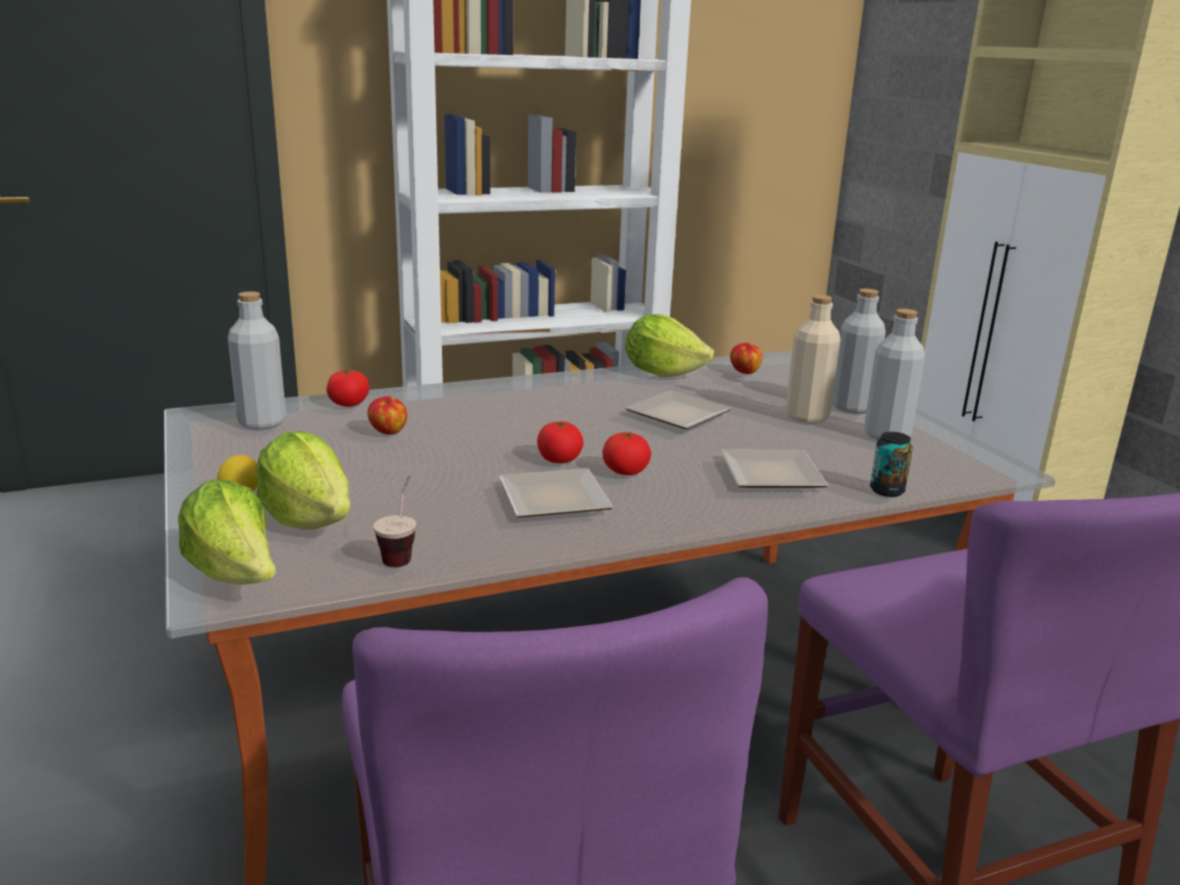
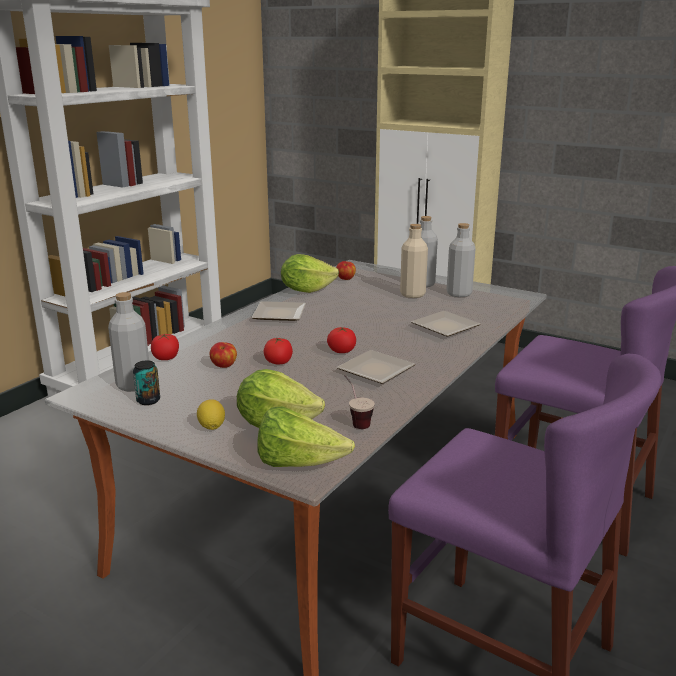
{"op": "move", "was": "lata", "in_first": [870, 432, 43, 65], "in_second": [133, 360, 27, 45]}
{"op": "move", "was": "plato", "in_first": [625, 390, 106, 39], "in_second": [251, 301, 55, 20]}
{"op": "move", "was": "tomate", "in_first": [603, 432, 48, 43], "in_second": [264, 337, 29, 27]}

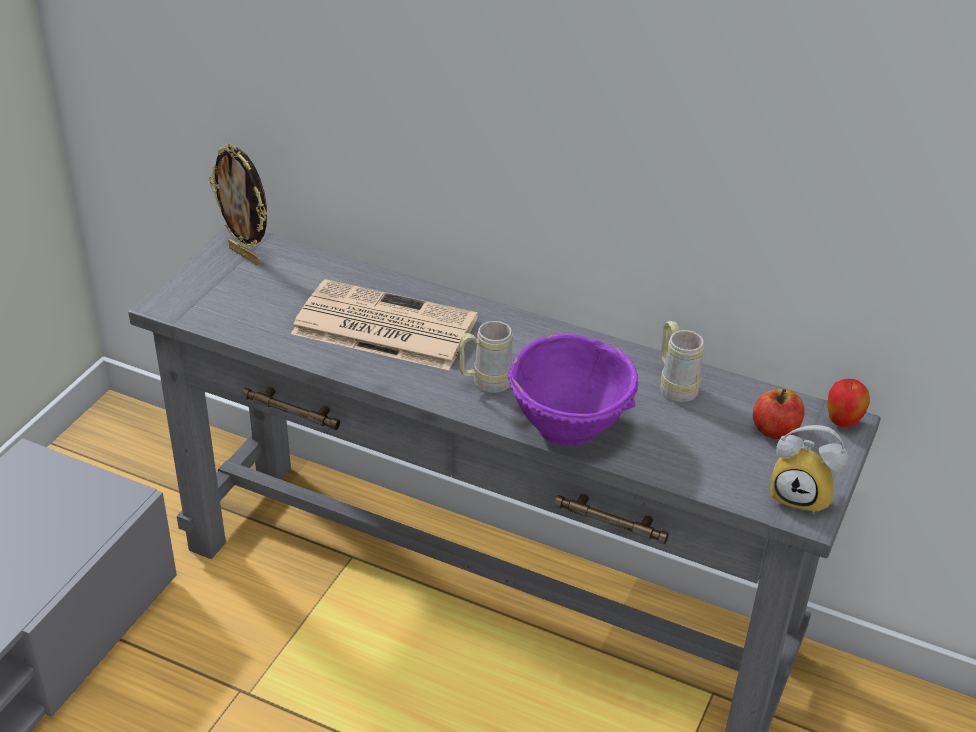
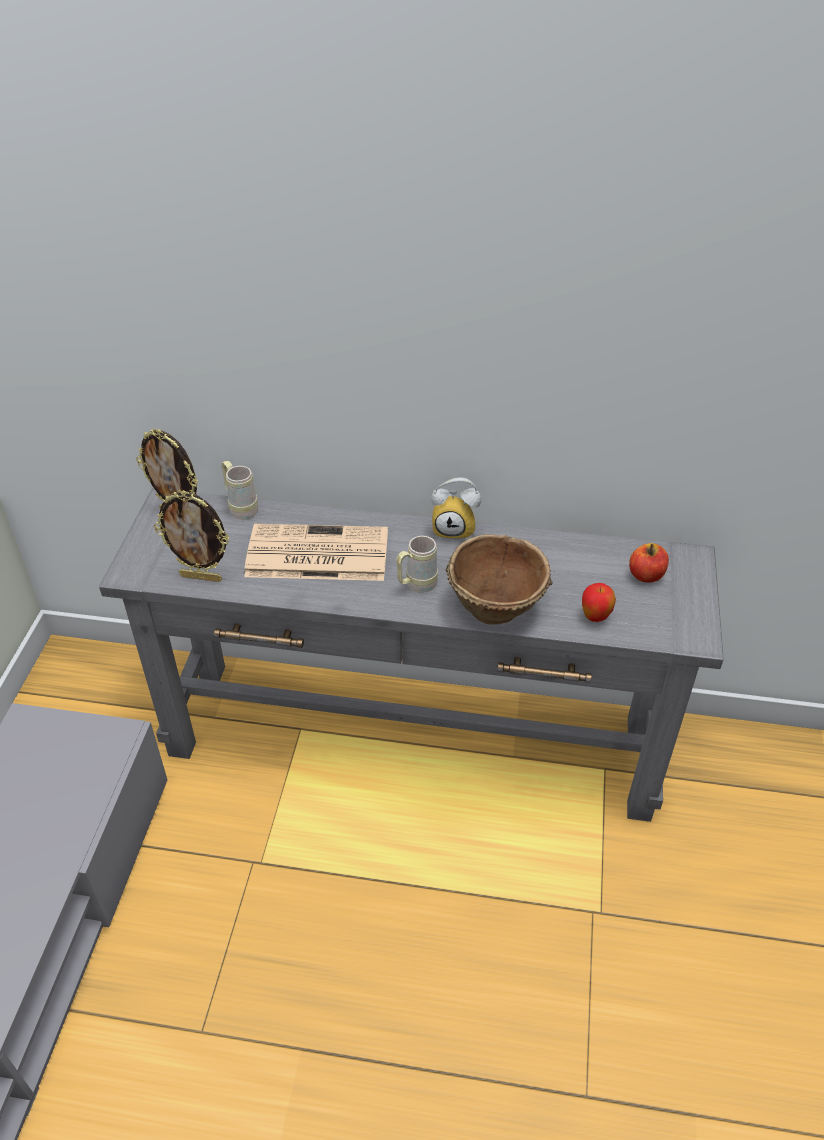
{"op": "insert", "now": "portarretratos", "in_second": [154, 490, 75, 92]}
{"op": "move", "was": "taza grande/beis", "in_first": [660, 321, 44, 81], "in_second": [222, 461, 36, 59]}
{"op": "move", "was": "despertador", "in_first": [770, 425, 79, 90], "in_second": [431, 478, 50, 63]}
{"op": "recolor", "was": "cuenco/morado", "now": "cuenco/marrón", "in_first": [508, 334, 131, 112], "in_second": [446, 534, 107, 91]}
{"op": "move", "was": "manzana", "in_first": [827, 379, 43, 48], "in_second": [582, 583, 34, 39]}

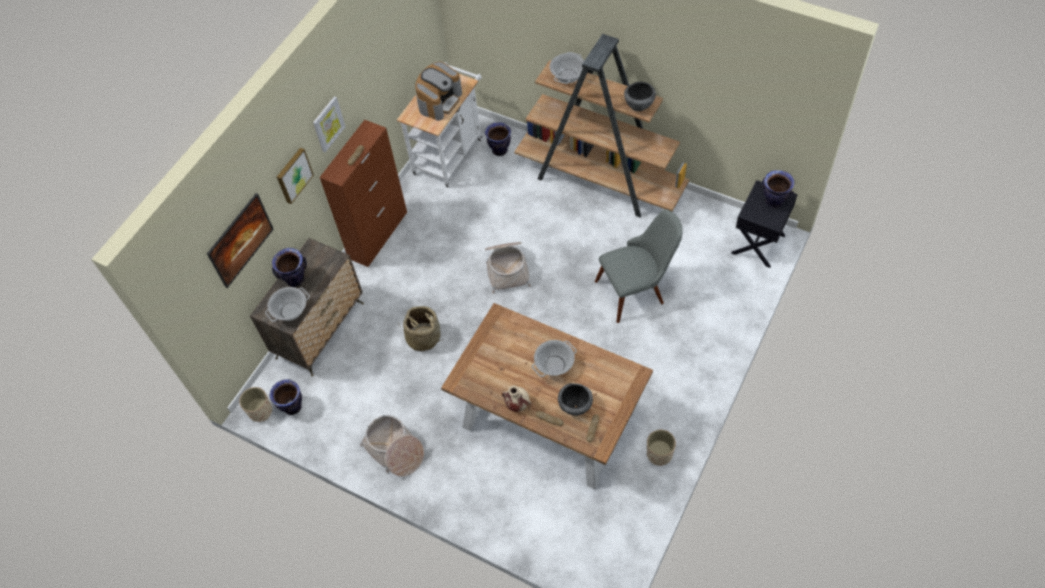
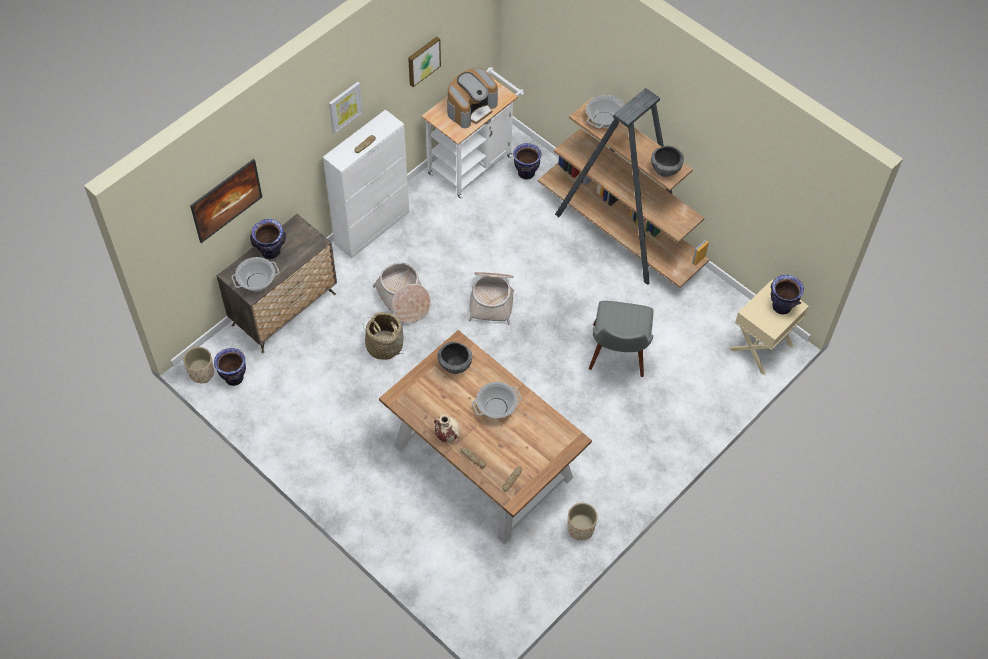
{"op": "recolor", "was": "armario/marrón", "now": "armario/blanco", "in_first": [320, 120, 87, 147], "in_second": [323, 109, 86, 149]}
{"op": "move", "was": "cesta", "in_first": [360, 415, 64, 62], "in_second": [373, 263, 58, 60]}
{"op": "move", "was": "cuadro", "in_first": [277, 148, 37, 56], "in_second": [408, 37, 33, 50]}
{"op": "move", "was": "cuenco", "in_first": [558, 383, 35, 33], "in_second": [438, 342, 34, 32]}
{"op": "rotate", "was": "silla/gris", "in_first": [595, 209, 88, 114], "in_second": [589, 301, 65, 76], "clockwise": 105}
{"op": "recolor", "was": "mesita de noche/negro", "now": "mesita de noche/beis", "in_first": [731, 180, 67, 88], "in_second": [729, 280, 80, 95]}

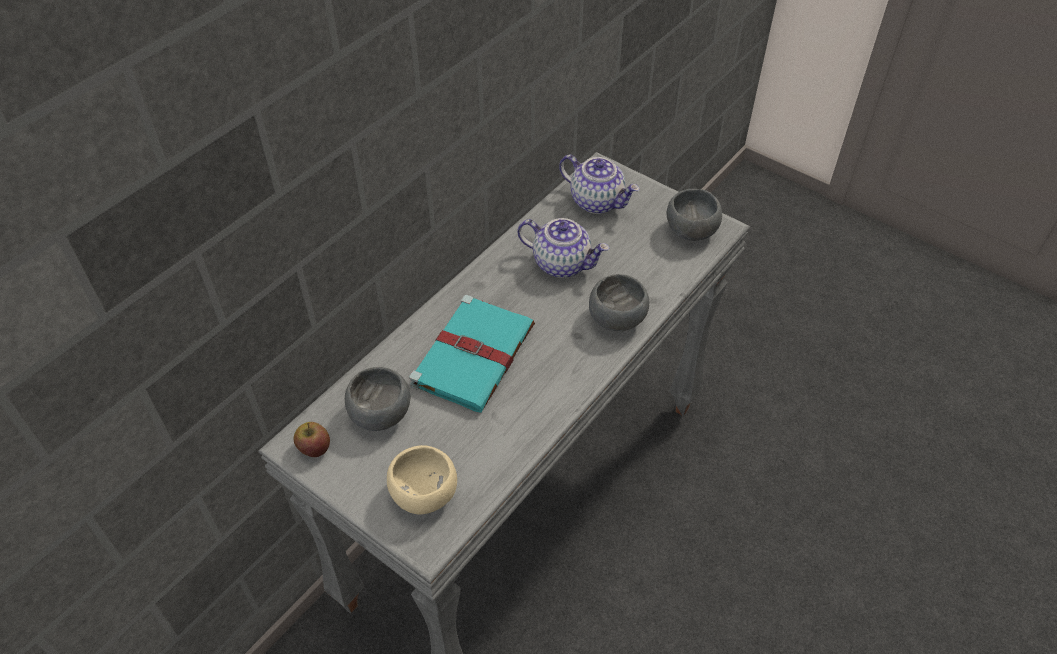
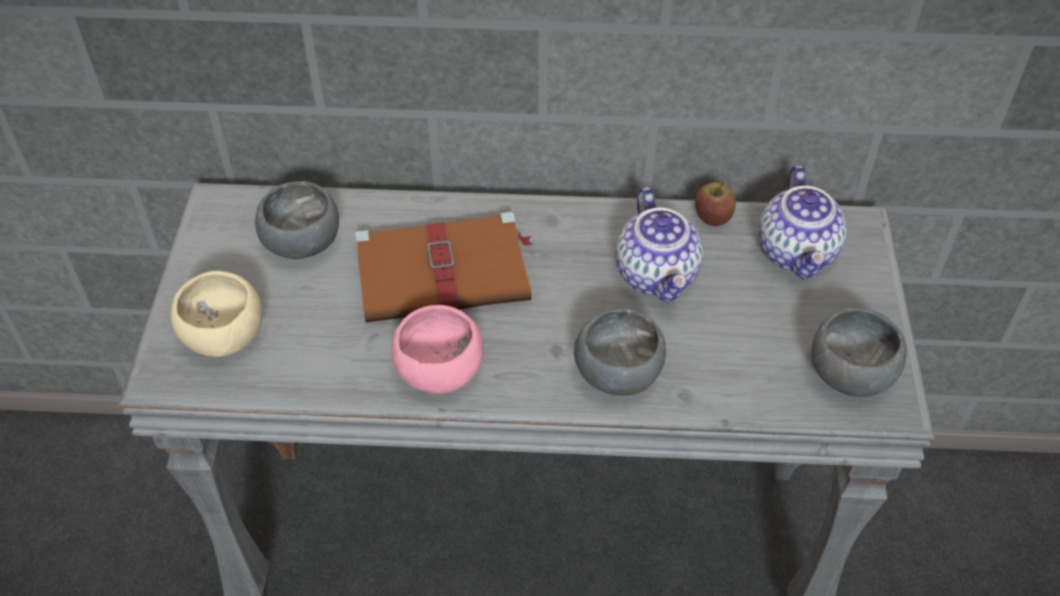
{"op": "recolor", "was": "libro/turquesa", "now": "libro/marrón", "in_first": [409, 295, 126, 118], "in_second": [355, 212, 178, 111]}
{"op": "insert", "now": "cuenco/rosa", "in_second": [392, 305, 91, 89]}
{"op": "move", "was": "manzana", "in_first": [294, 422, 36, 35], "in_second": [695, 182, 41, 44]}

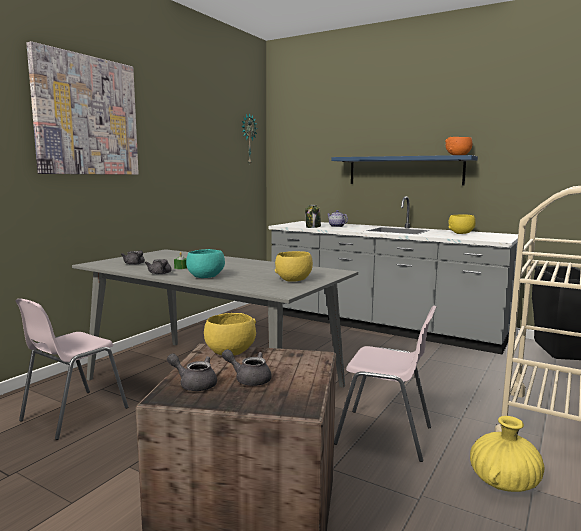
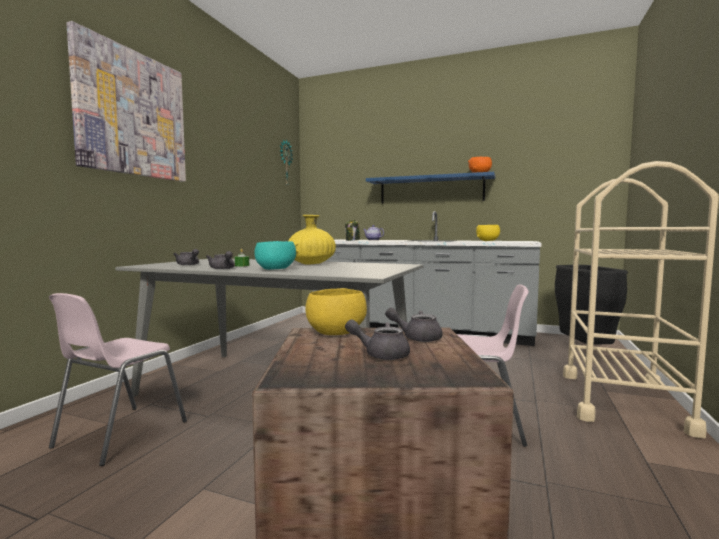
{"op": "move", "was": "florero/amarillo", "in_first": [470, 416, 75, 76], "in_second": [288, 215, 48, 49]}
{"op": "move", "was": "tetera/gris", "in_first": [167, 353, 50, 38], "in_second": [385, 308, 58, 34]}
{"op": "delete", "was": "cuenco/amarillo", "in_first": [275, 251, 38, 31]}

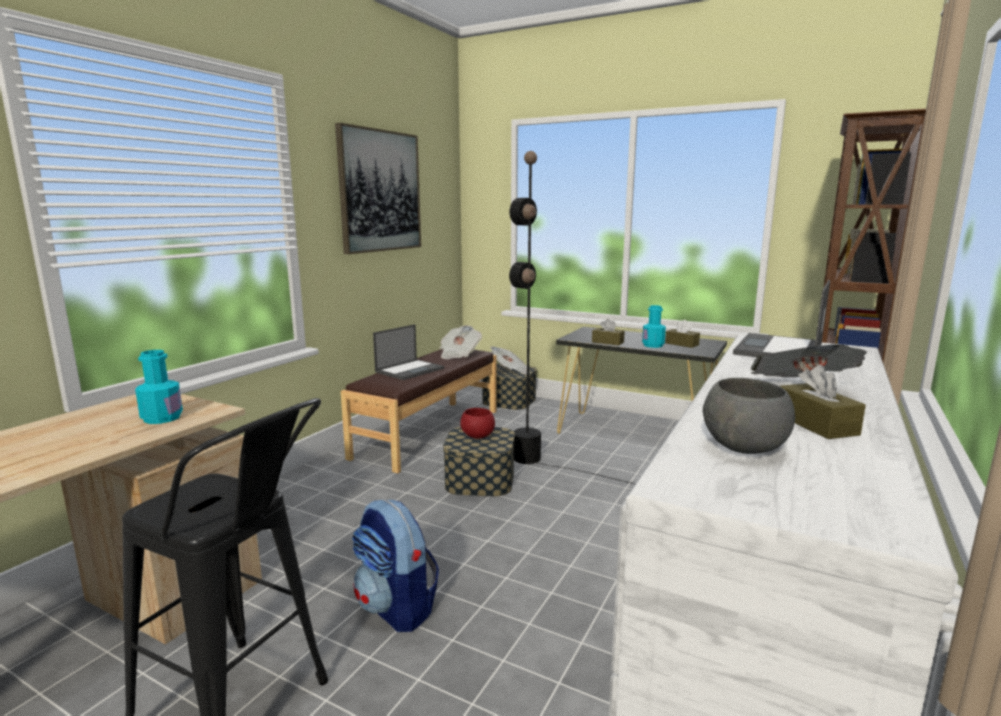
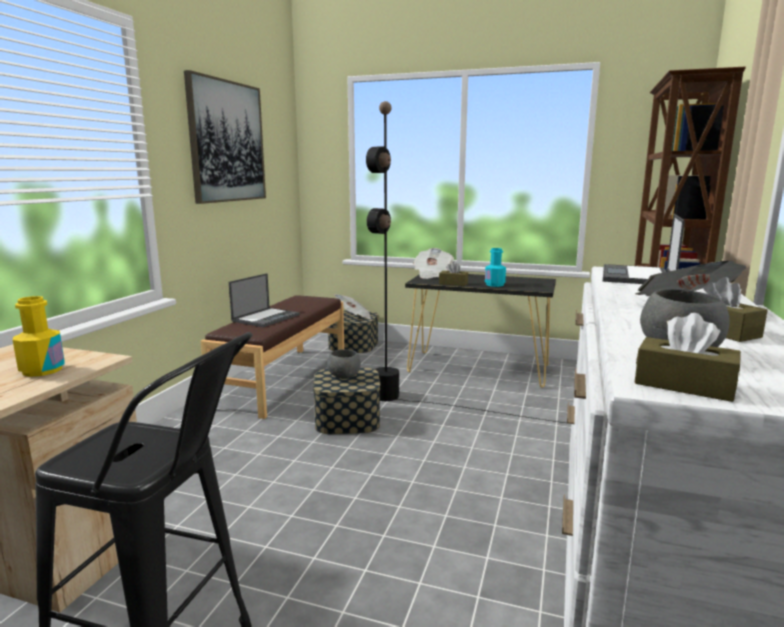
{"op": "recolor", "was": "botella/turquesa", "now": "botella/amarillo", "in_first": [135, 350, 48, 74], "in_second": [13, 296, 52, 81]}
{"op": "recolor", "was": "cuenco/rojo", "now": "cuenco/gris", "in_first": [460, 408, 35, 31], "in_second": [327, 350, 34, 29]}
{"op": "move", "was": "periódico", "in_first": [440, 325, 42, 34], "in_second": [413, 248, 41, 31]}
{"op": "move", "was": "caja de pañuelos/marrón", "in_first": [665, 320, 35, 28], "in_second": [634, 313, 107, 89]}
{"op": "delete", "was": "mochila", "in_first": [352, 499, 87, 133]}

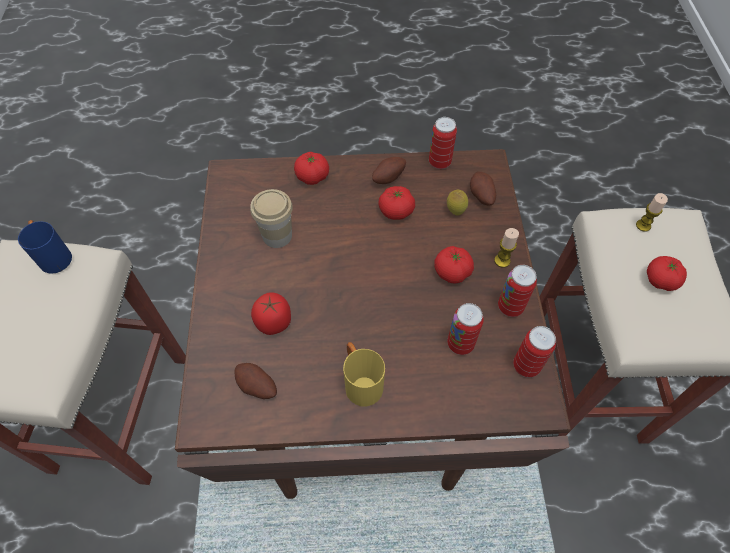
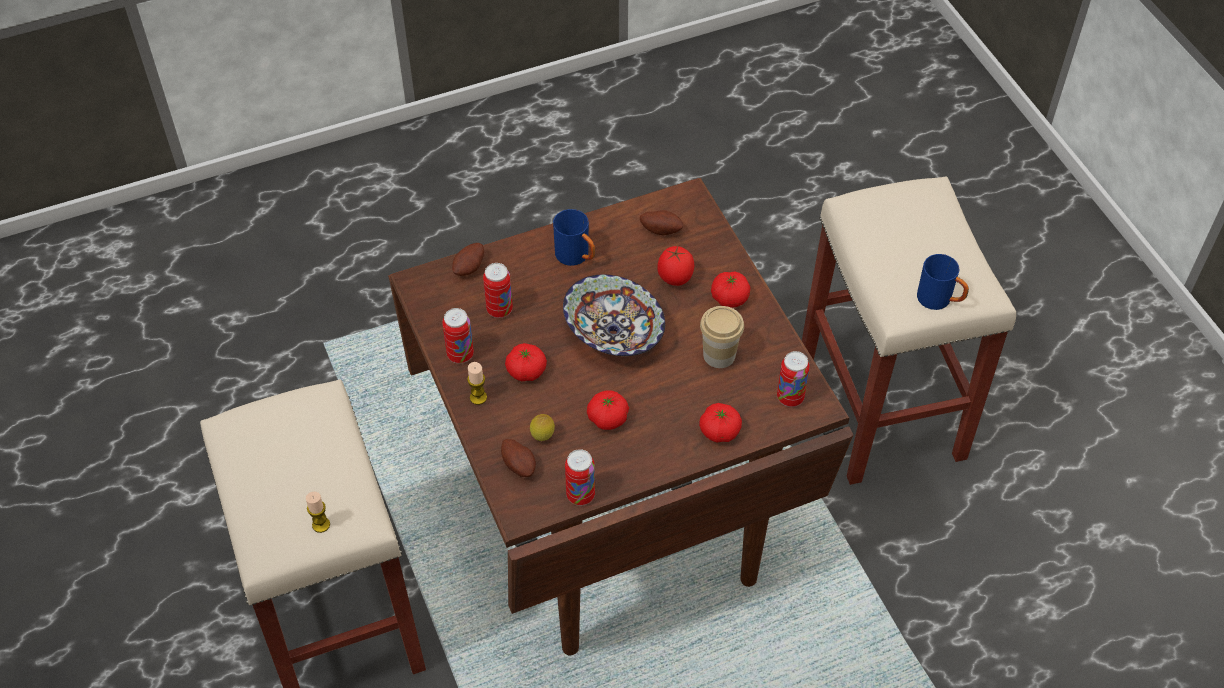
{"op": "move", "was": "patata", "in_first": [372, 157, 34, 27], "in_second": [452, 243, 32, 33]}
{"op": "recolor", "was": "taza grande/amarillo", "now": "taza grande/azul", "in_first": [343, 342, 42, 64], "in_second": [553, 209, 42, 57]}
{"op": "insert", "now": "cuenco", "in_second": [563, 275, 102, 81]}
{"op": "move", "was": "tomate", "in_first": [647, 256, 40, 35], "in_second": [711, 272, 39, 36]}
{"op": "move", "was": "lata", "in_first": [513, 326, 43, 52], "in_second": [777, 351, 33, 56]}

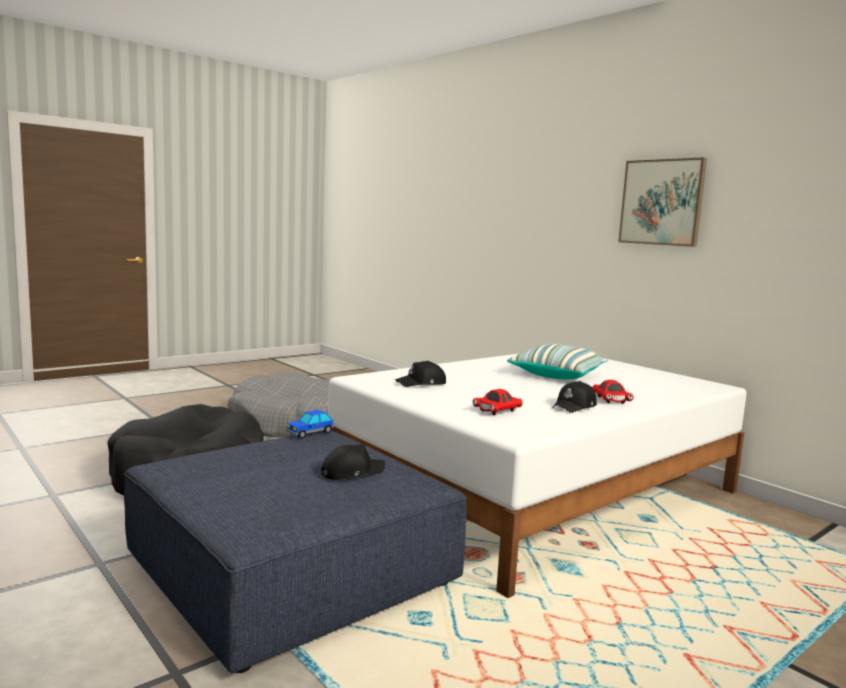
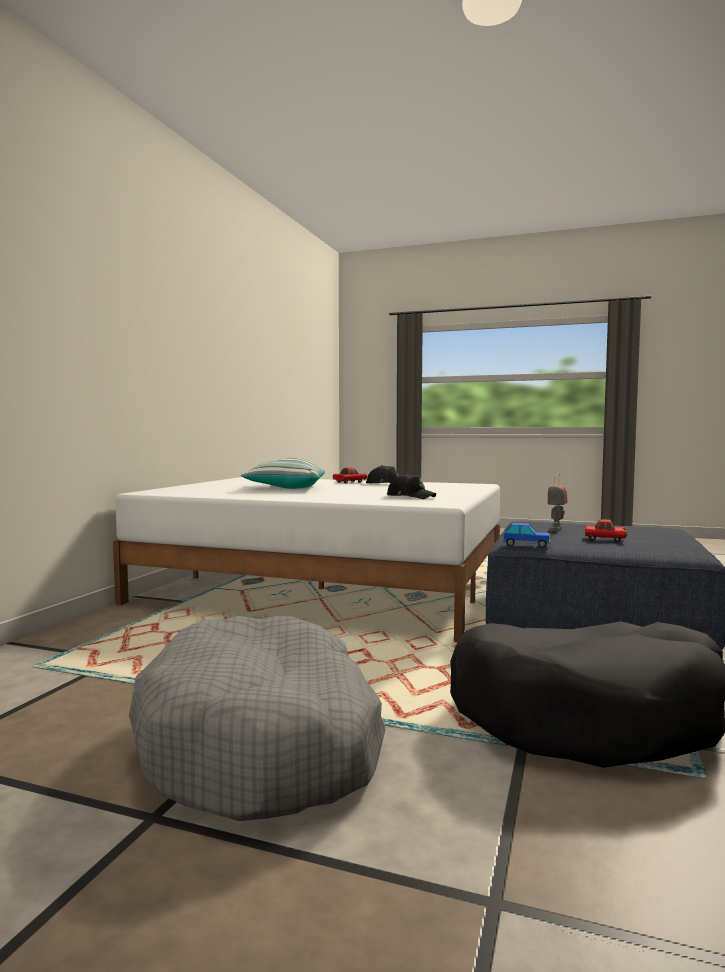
{"op": "replace", "was": "gorra/negro", "now": "robot de juguete", "in_first": [321, 444, 64, 36], "in_second": [547, 474, 20, 58]}
{"op": "move", "was": "coche de juguete/rojo", "in_first": [472, 389, 51, 26], "in_second": [585, 519, 43, 23]}
{"op": "delete", "was": "cuadro", "in_first": [618, 157, 89, 90]}

